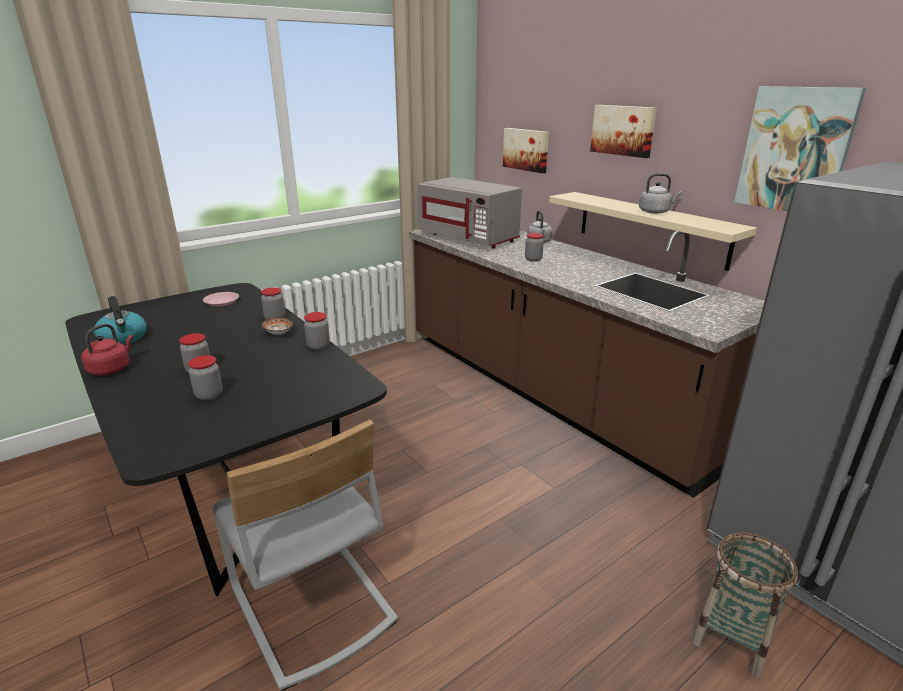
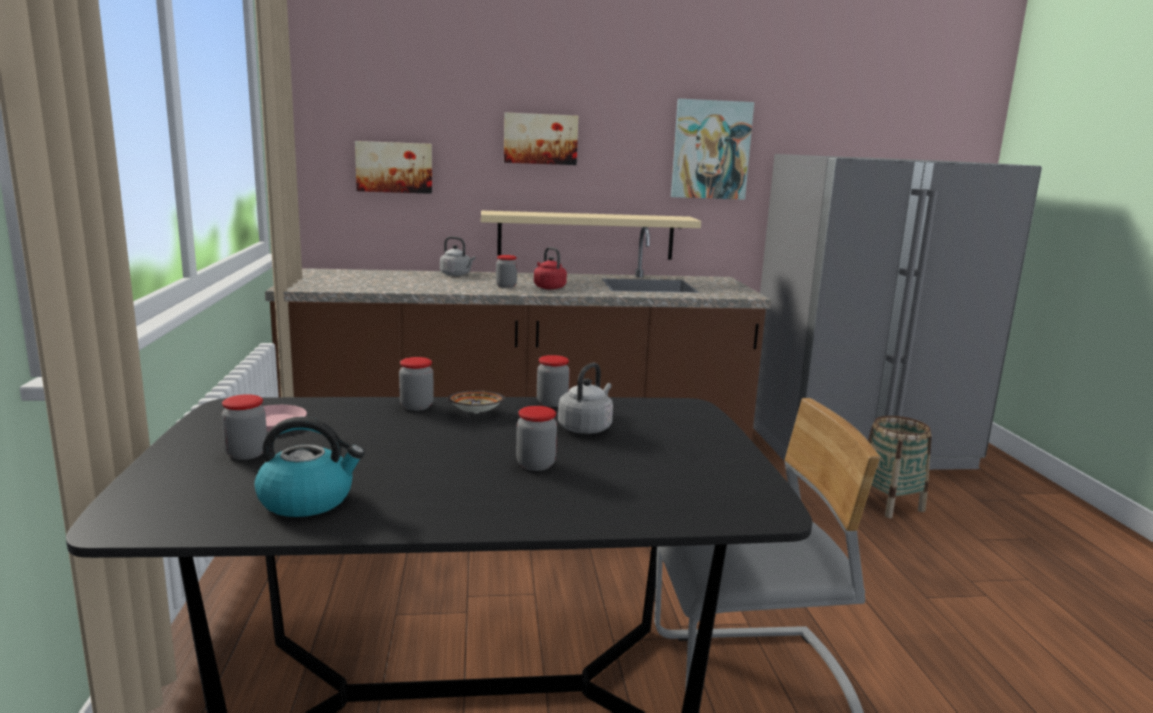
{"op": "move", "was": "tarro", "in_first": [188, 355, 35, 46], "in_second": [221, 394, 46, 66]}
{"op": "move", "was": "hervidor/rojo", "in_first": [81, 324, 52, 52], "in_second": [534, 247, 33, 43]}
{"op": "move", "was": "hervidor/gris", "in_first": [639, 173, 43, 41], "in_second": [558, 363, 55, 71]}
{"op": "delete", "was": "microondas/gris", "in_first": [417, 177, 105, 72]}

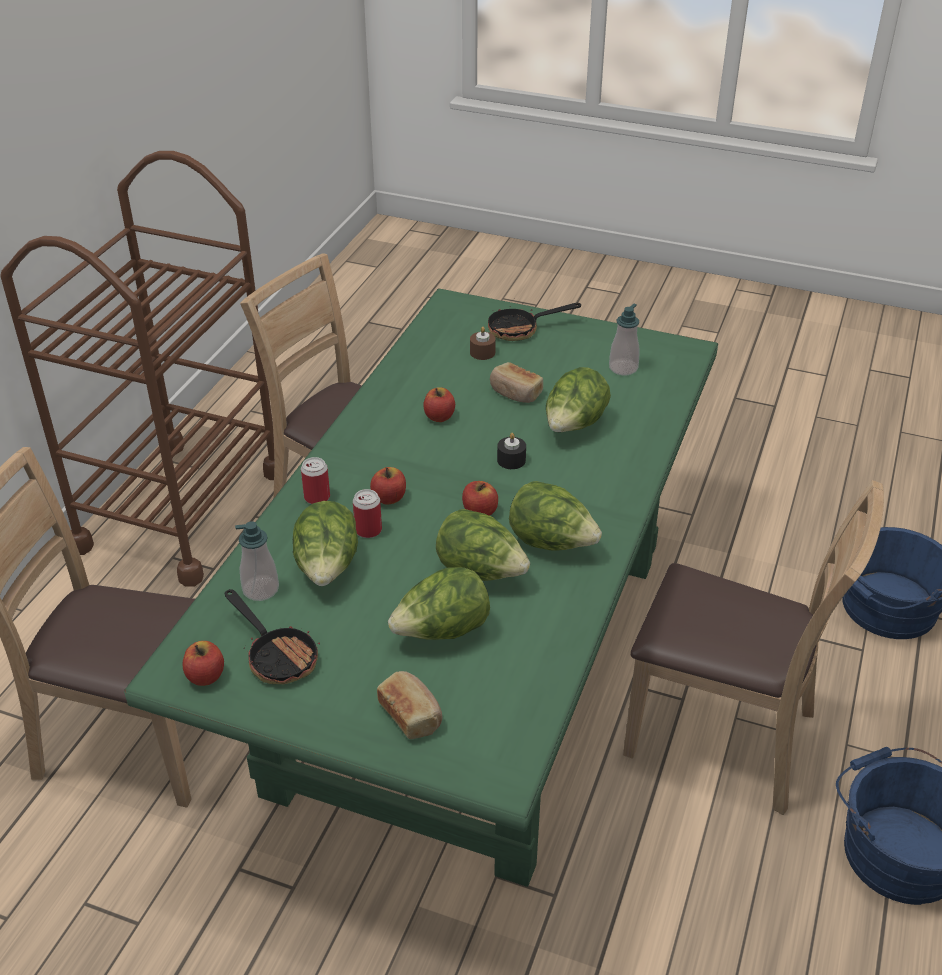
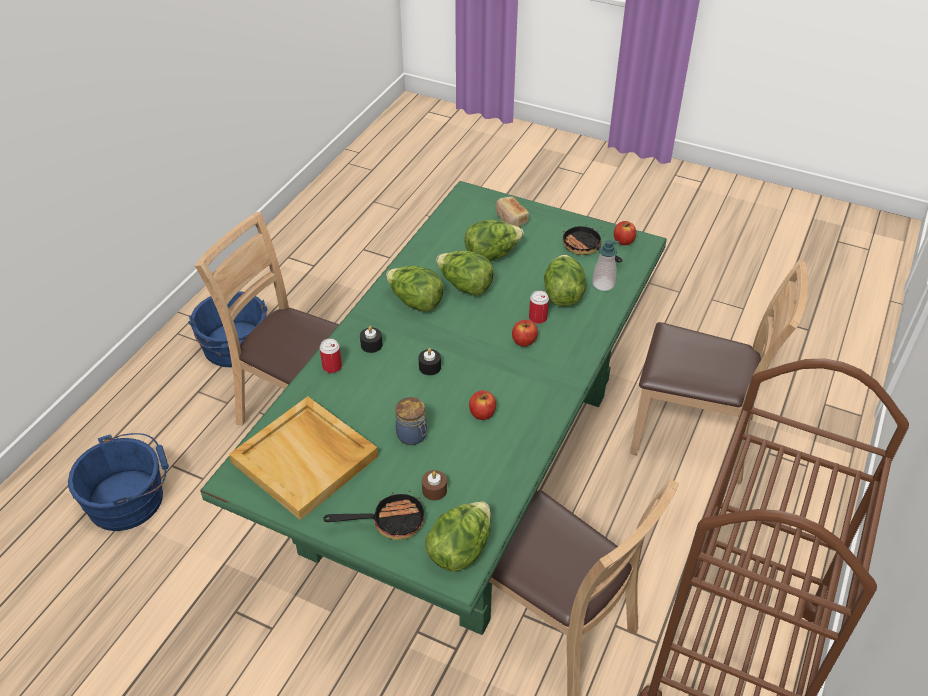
{"op": "replace", "was": "dispensador de jabón", "now": "bandeja/beis", "in_first": [609, 304, 31, 71], "in_second": [229, 396, 149, 124]}
{"op": "move", "was": "lata", "in_first": [301, 457, 29, 47], "in_second": [320, 339, 22, 34]}
{"op": "insert", "now": "vela/negro", "in_second": [360, 326, 22, 27]}
{"op": "replace", "was": "pan", "now": "tarro", "in_first": [490, 362, 53, 41], "in_second": [395, 397, 32, 48]}
{"op": "move", "was": "lechuga", "in_first": [546, 367, 65, 65], "in_second": [425, 502, 66, 70]}
{"op": "delete", "was": "manzana", "in_first": [462, 481, 36, 35]}

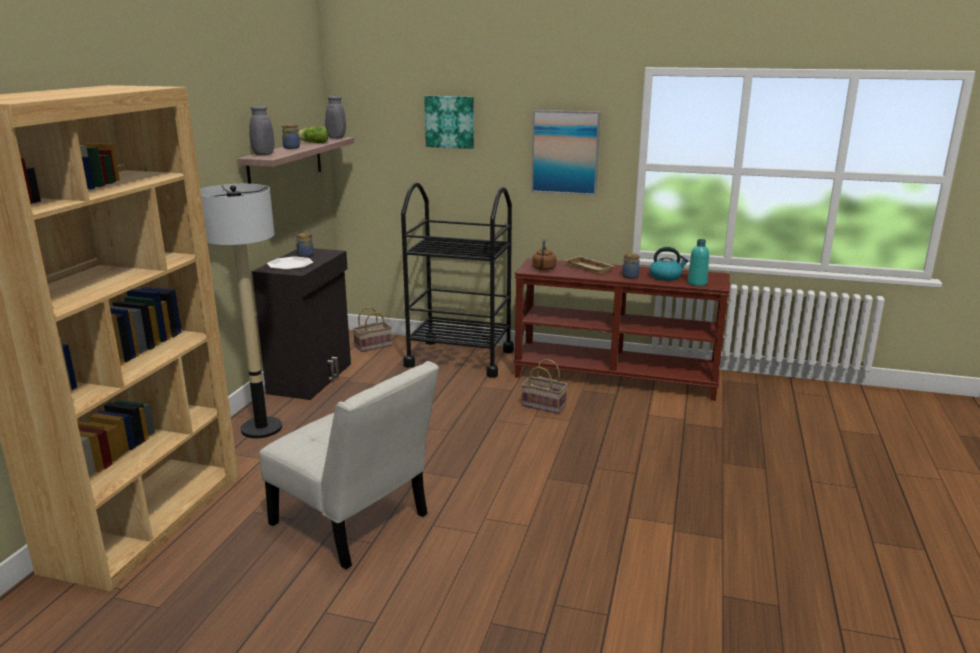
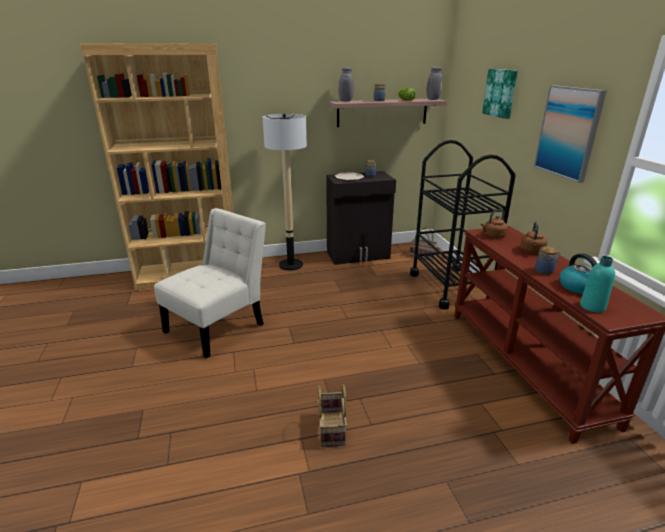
{"op": "rotate", "was": "silla/blanco", "in_first": [259, 361, 180, 208], "in_second": [154, 208, 112, 151], "clockwise": -150}
{"op": "move", "was": "cesta", "in_first": [522, 359, 46, 55], "in_second": [318, 384, 29, 63]}
{"op": "replace", "was": "bandeja/beis", "now": "hervidor/marrón", "in_first": [566, 256, 47, 19], "in_second": [520, 221, 28, 32]}

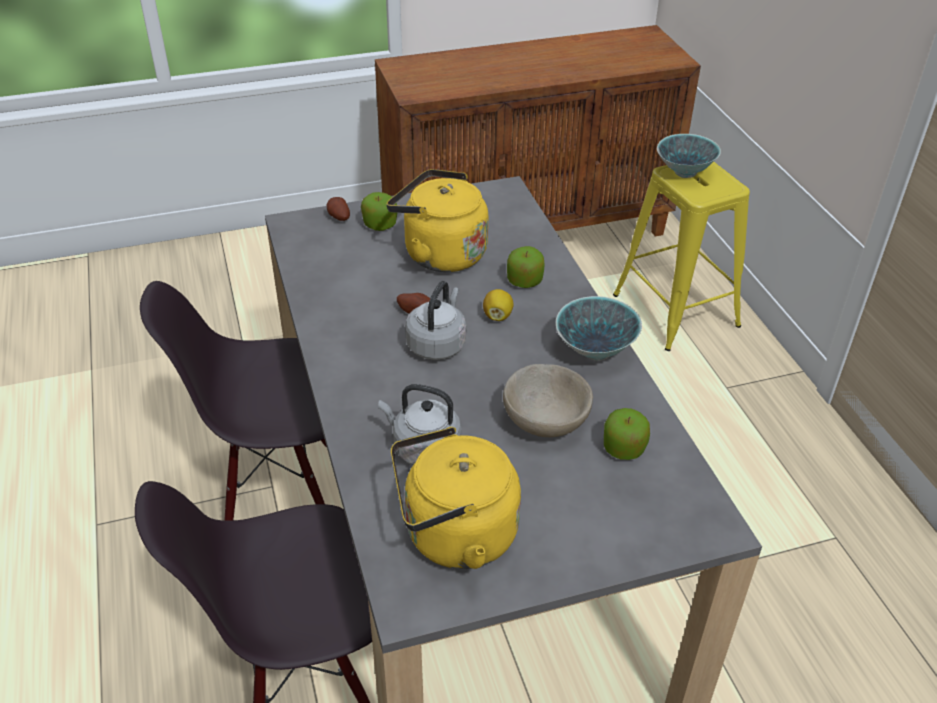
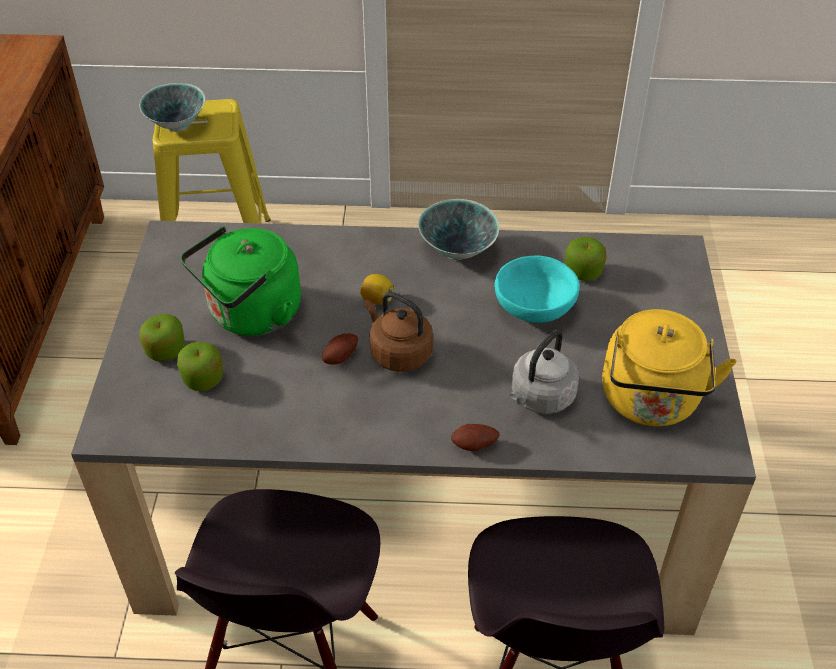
{"op": "move", "was": "manzana", "in_first": [507, 246, 37, 42], "in_second": [177, 342, 46, 49]}
{"op": "recolor", "was": "hervidor/amarillo", "now": "hervidor/verde", "in_first": [387, 169, 101, 103], "in_second": [181, 226, 120, 110]}
{"op": "recolor", "was": "hervidor/gris", "now": "hervidor/marrón", "in_first": [405, 281, 61, 79], "in_second": [364, 292, 69, 80]}
{"op": "move", "was": "patata", "in_first": [327, 197, 23, 24], "in_second": [451, 424, 49, 27]}
{"op": "recolor", "was": "cuenco/beis", "now": "cuenco/turquesa", "in_first": [503, 364, 90, 73], "in_second": [494, 256, 86, 67]}

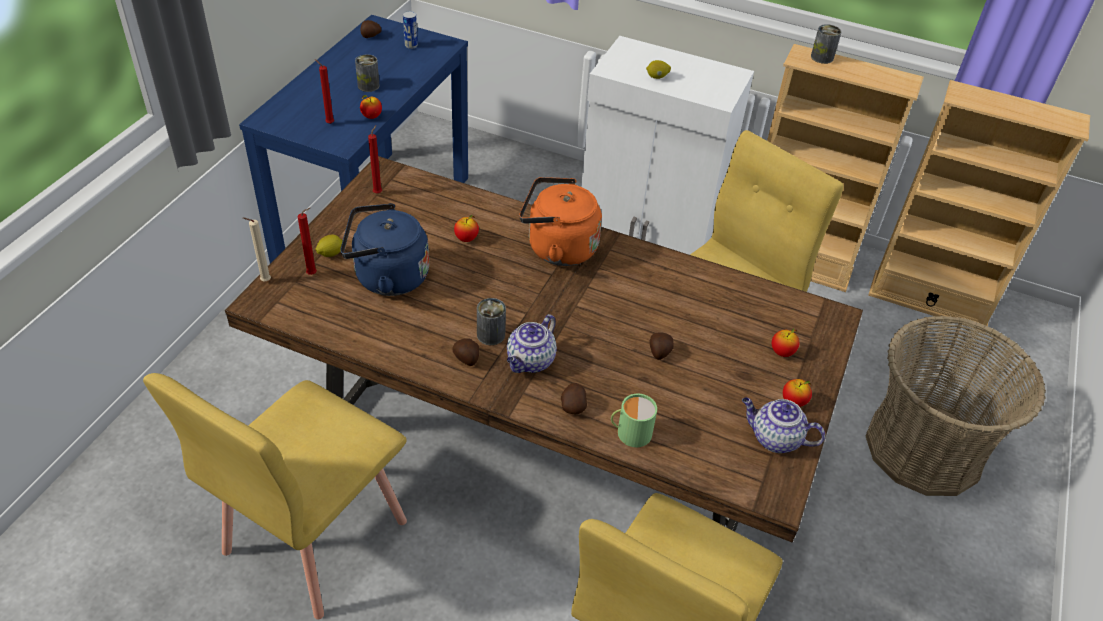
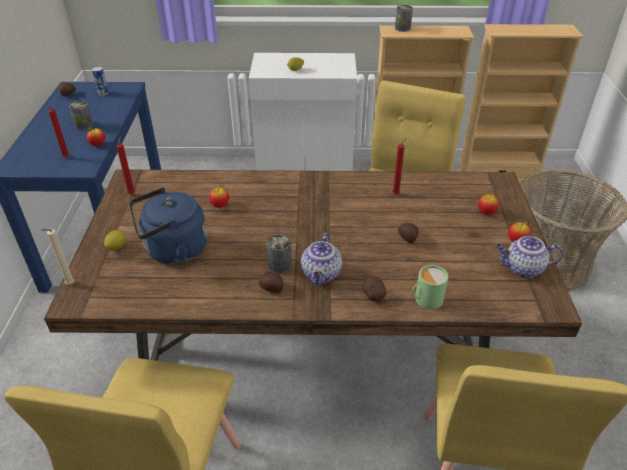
{"op": "move", "was": "vela/rojo", "in_first": [297, 208, 20, 67], "in_second": [392, 138, 15, 57]}
{"op": "delete", "was": "hervidor/naranja", "in_first": [519, 177, 83, 89]}

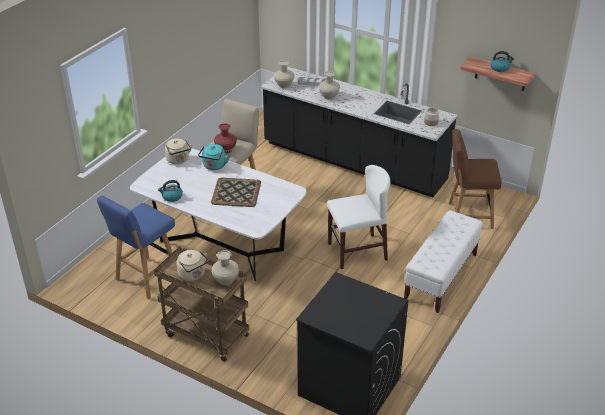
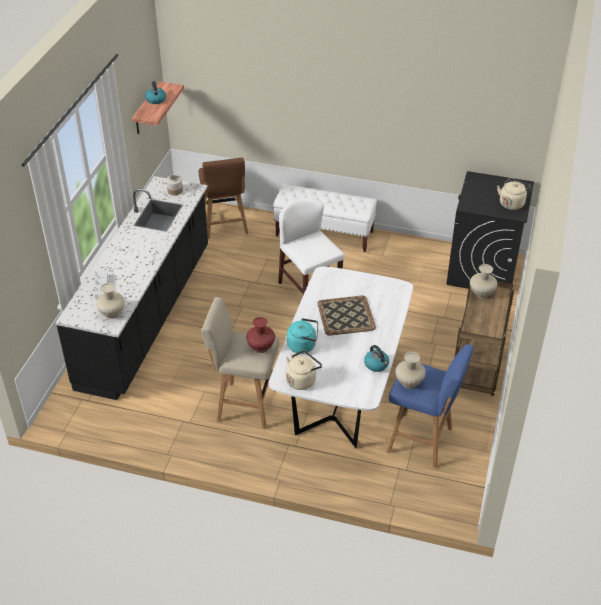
{"op": "move", "was": "florero/beis", "in_first": [319, 71, 21, 29], "in_second": [395, 352, 31, 37]}
{"op": "move", "was": "hervidor/beis", "in_first": [177, 250, 32, 31], "in_second": [497, 178, 34, 32]}

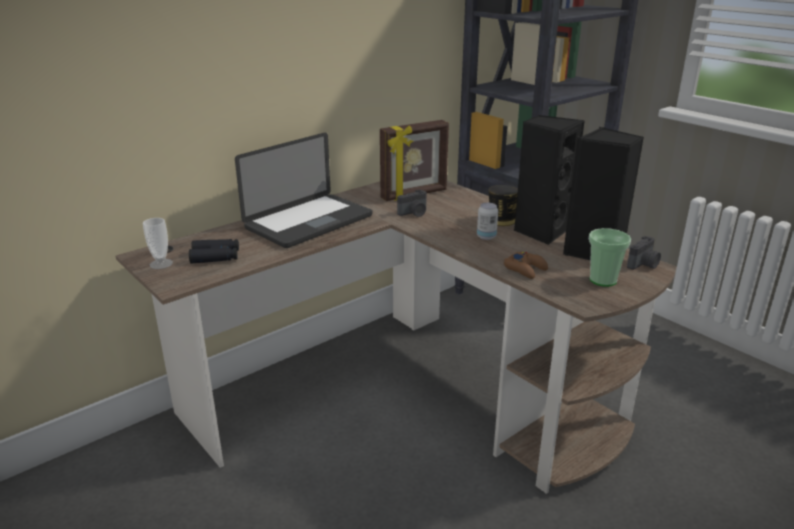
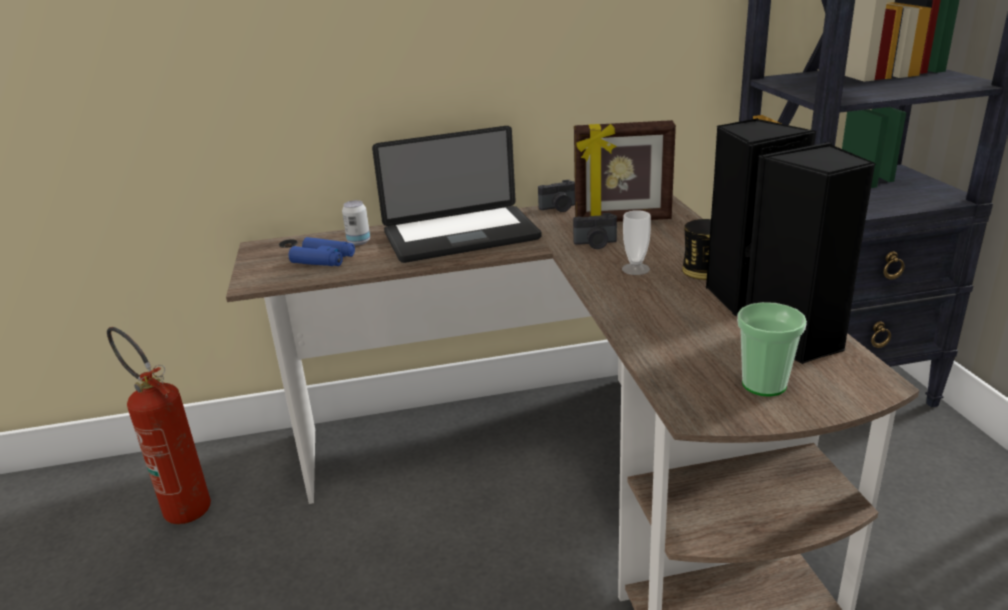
{"op": "insert", "now": "extintor", "in_second": [107, 327, 104, 197]}
{"op": "recolor", "was": "prismáticos/negro", "now": "prismáticos/azul", "in_first": [189, 239, 50, 24], "in_second": [289, 237, 66, 29]}
{"op": "move", "was": "lata", "in_first": [477, 203, 21, 37], "in_second": [342, 200, 28, 45]}
{"op": "move", "was": "cámara", "in_first": [627, 236, 34, 34], "in_second": [538, 180, 37, 32]}
{"op": "move", "was": "taza", "in_first": [143, 218, 30, 51], "in_second": [622, 210, 29, 65]}
{"op": "delete", "was": "mando de consola/marrón", "in_first": [504, 252, 44, 27]}

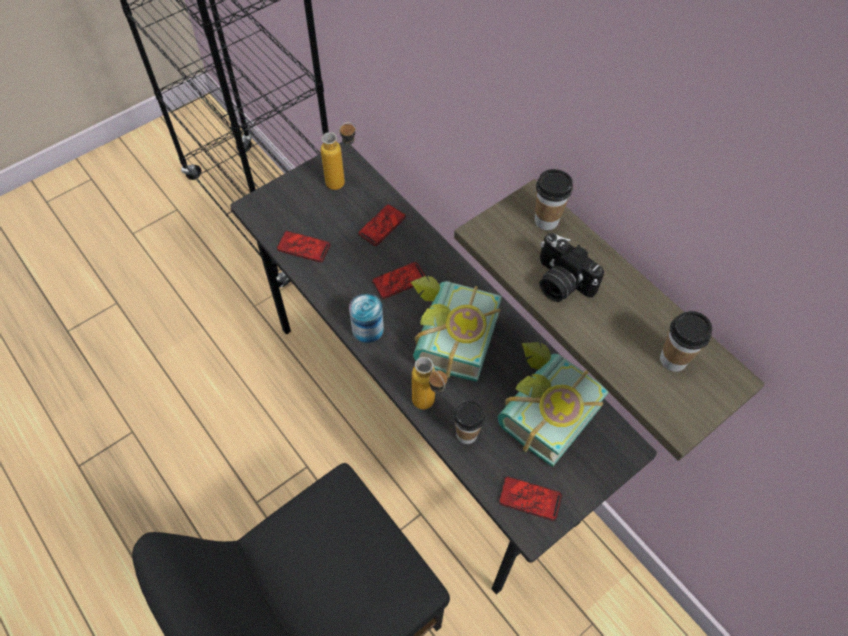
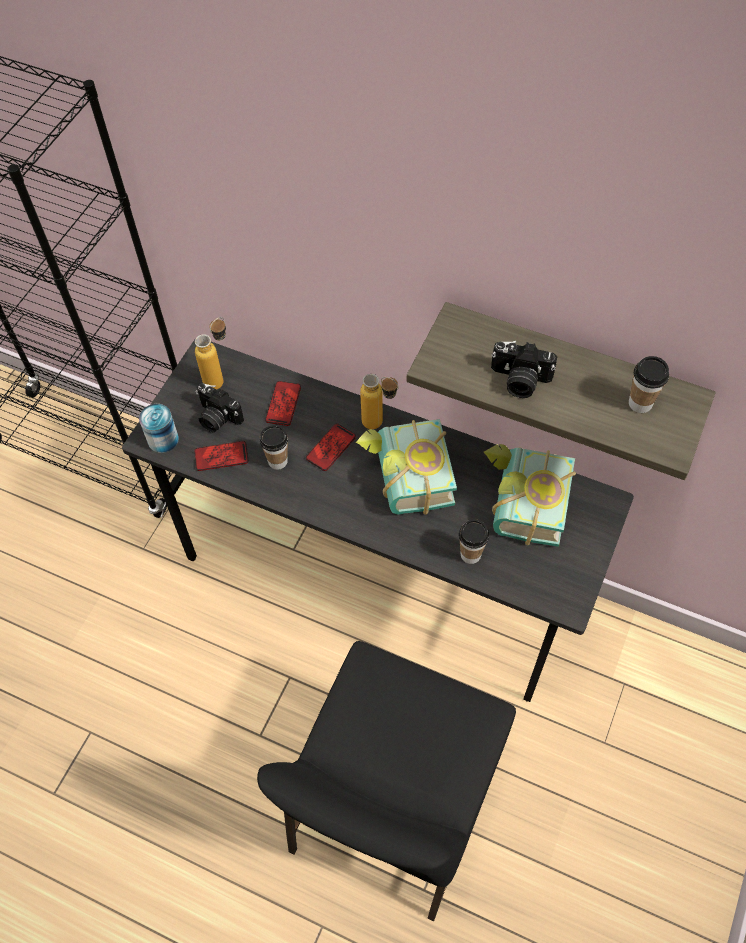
{"op": "move", "was": "lata", "in_first": [349, 293, 35, 50], "in_second": [139, 404, 40, 49]}
{"op": "insert", "now": "cámara", "in_second": [195, 383, 49, 49]}
{"op": "move", "was": "taza", "in_first": [535, 169, 38, 61], "in_second": [260, 425, 28, 45]}
{"op": "move", "was": "botella", "in_first": [412, 357, 35, 52], "in_second": [360, 374, 38, 55]}
{"op": "delete", "was": "móvil", "in_first": [499, 476, 63, 45]}

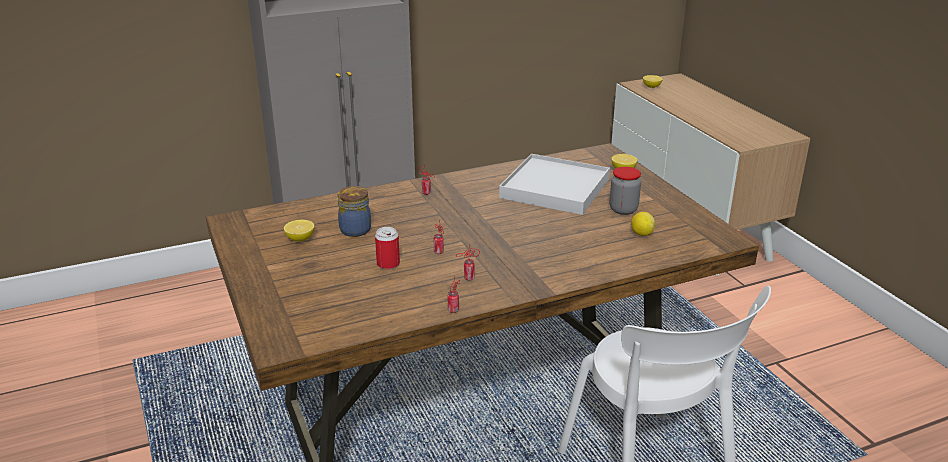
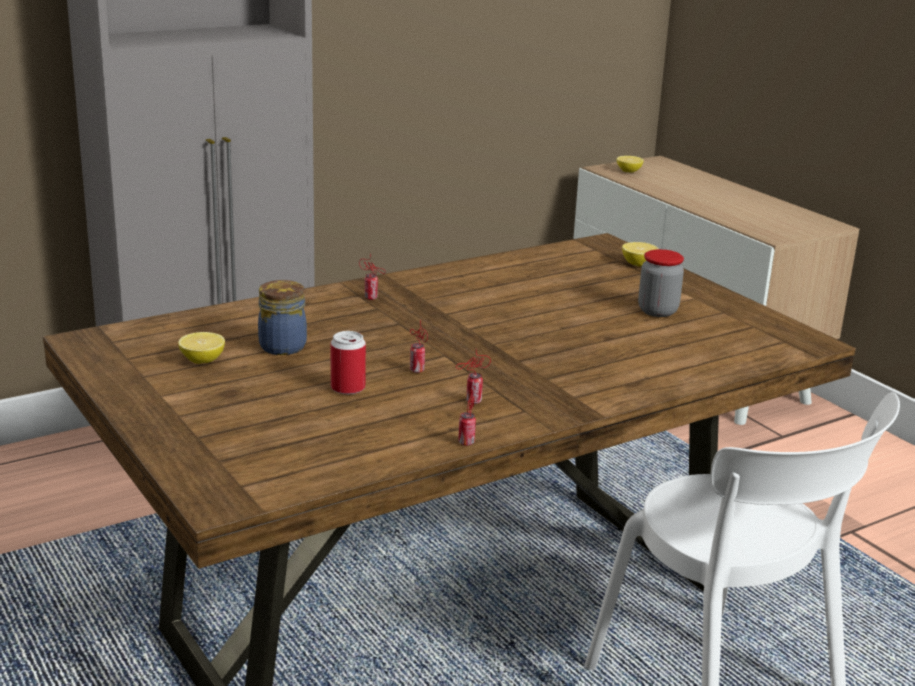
{"op": "delete", "was": "bandeja/blanco", "in_first": [499, 154, 111, 61]}
{"op": "delete", "was": "limón", "in_first": [631, 212, 24, 24]}

